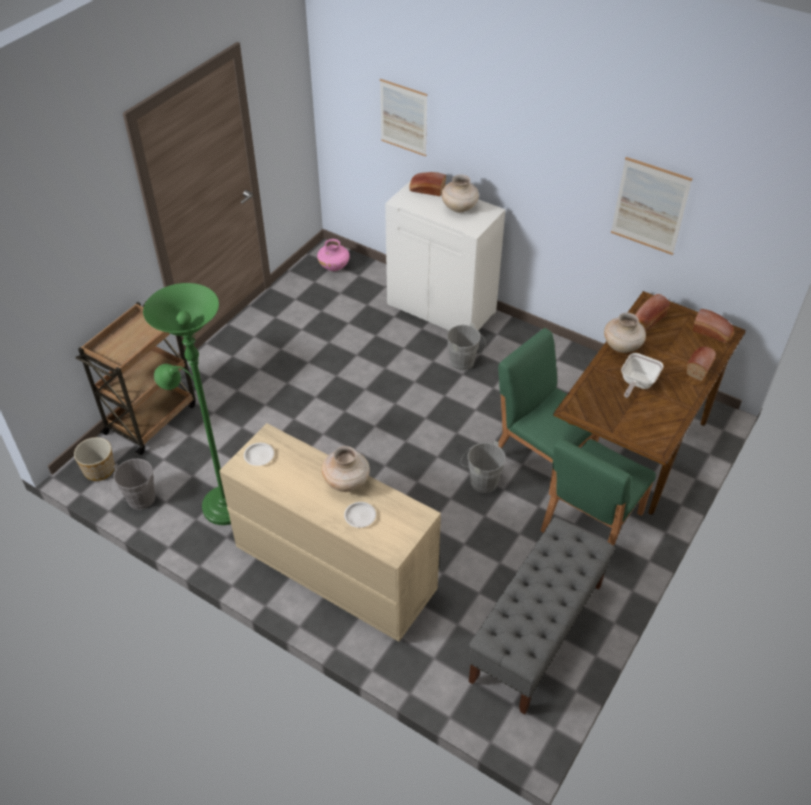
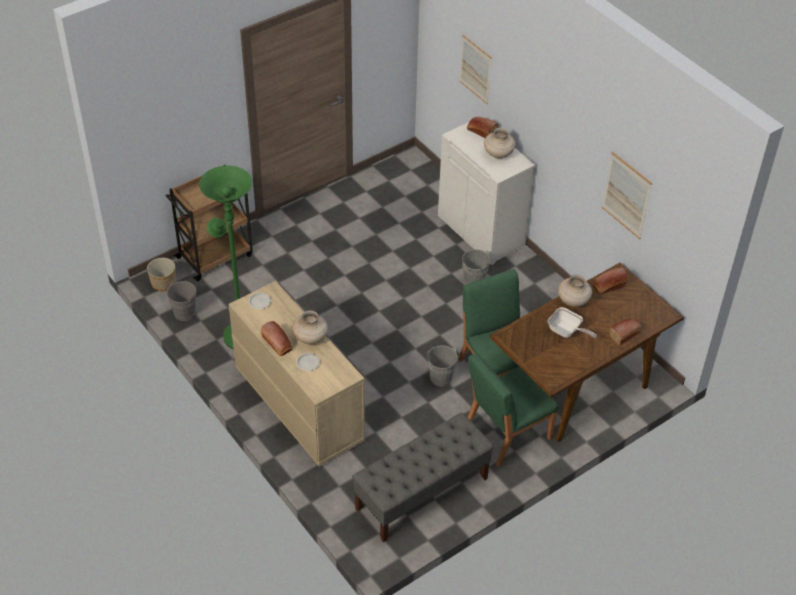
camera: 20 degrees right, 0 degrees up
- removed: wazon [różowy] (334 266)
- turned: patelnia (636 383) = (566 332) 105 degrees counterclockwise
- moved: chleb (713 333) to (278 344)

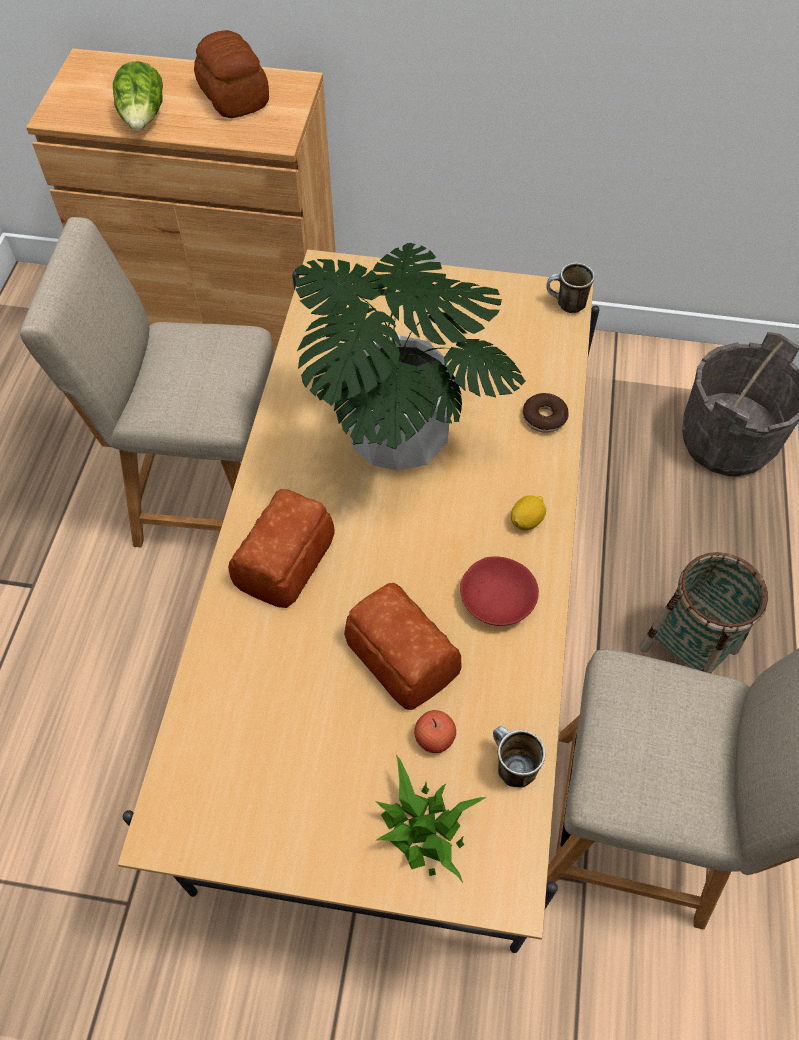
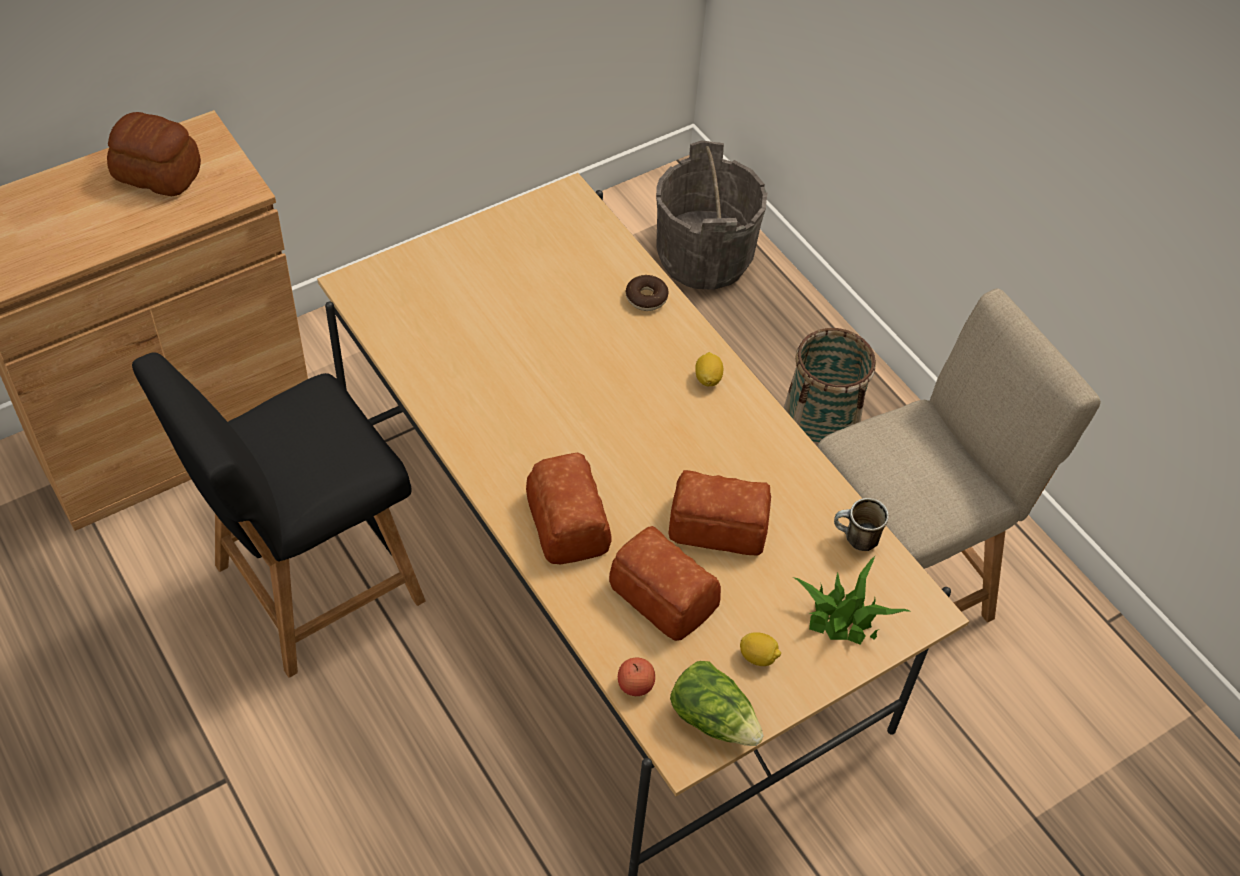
camera: 45 degrees left, 5 degrees down
- recoloured: krzesło [beżowy] (205 495) to krzesło [czarny] (309 588)
- moved: sałata (144 118) to (713 718)
- removed: roślina doniczkowa (399 435)
- moved: jabłko (434 738) to (635 685)
- removed: miska [czerwony] (497 598)
- removed: kubek (565 305)
- added: chleb (664 597)
- added: cytryna (758 657)

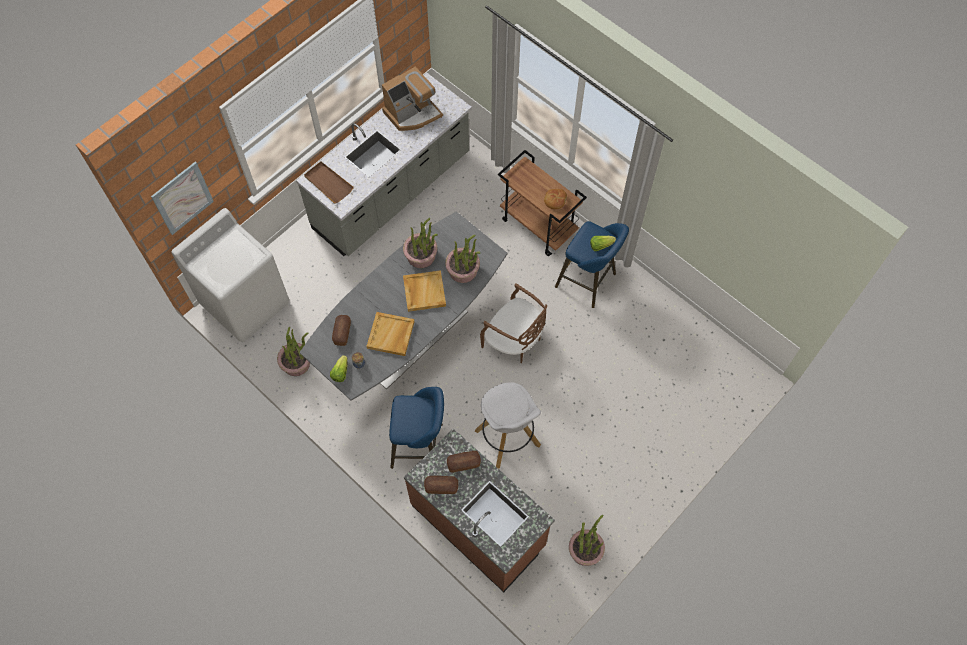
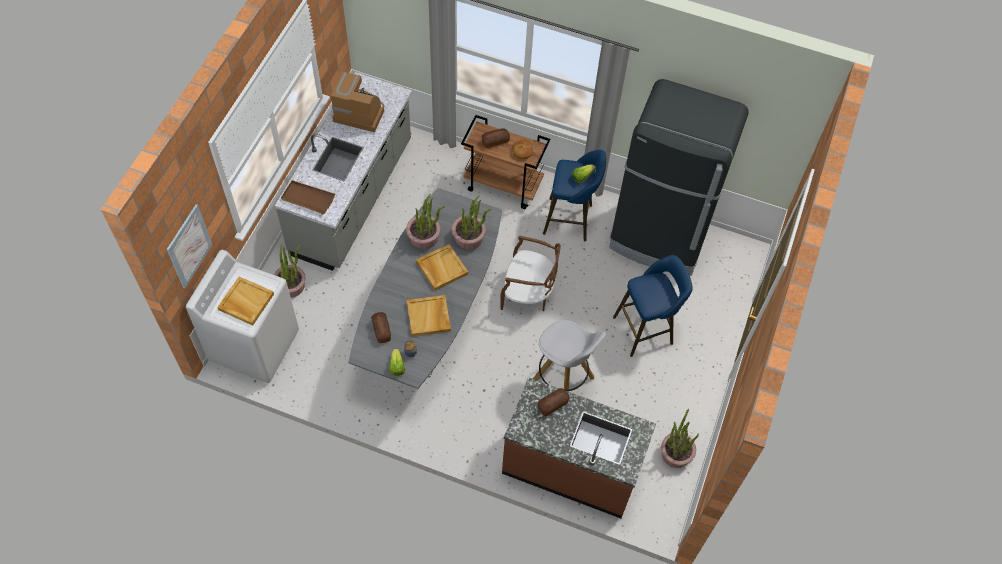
camera: 25 degrees left, 5 degrees down
- moved: roślina doniczkowa (296 363) to (291 286)
- turned: ekspres do kawy (412 113) = (359 112) 105 degrees counterclockwise
- moved: stołek [niebieski] (421 446) to (646 329)
- moved: chleb (441 487) to (495 141)
- added: taca [beżowy] (245 302)
- added: lodówka [czarny] (659 238)

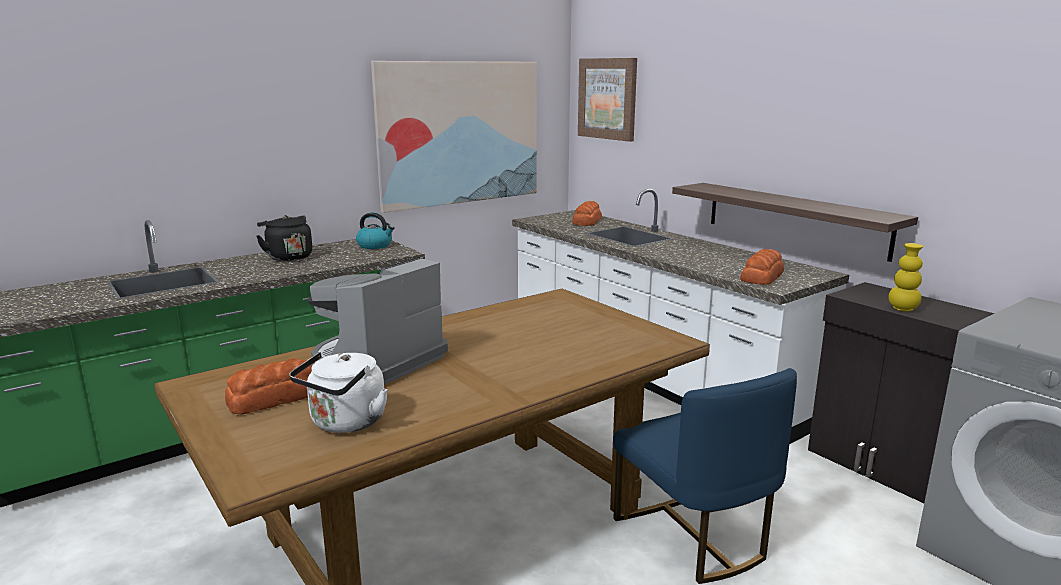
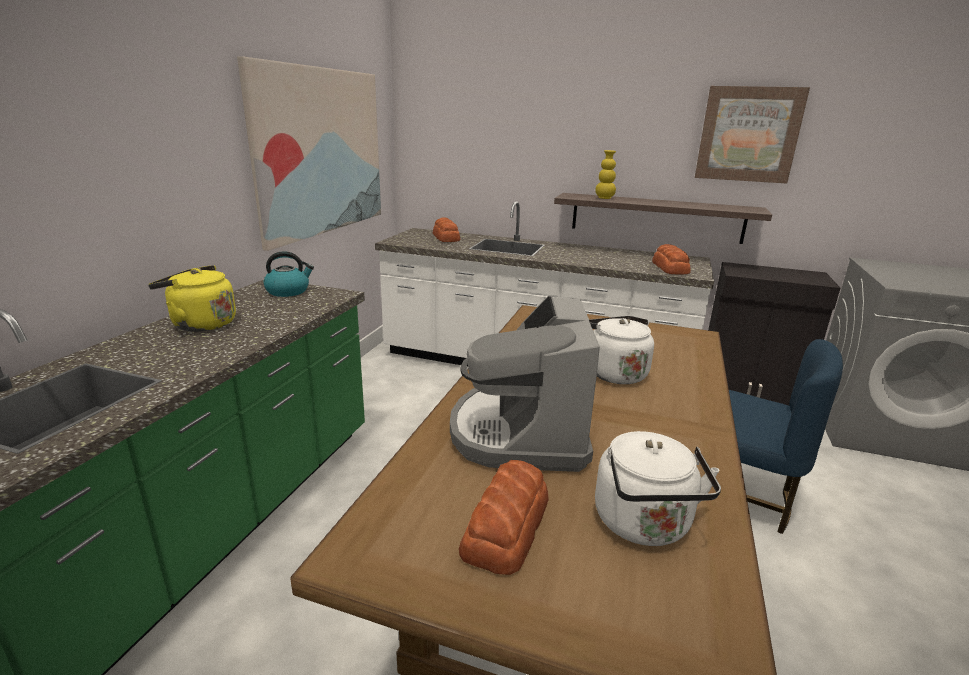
camera: 35 degrees left, 5 degrees up
- recoloured: czajnik [czarny] (288 257) to czajnik [żółty] (200 324)
- moved: obraz (607 98) to (748 134)
- moved: wazon [żółty] (902 309) to (604 198)
- added: czajnik [biały] (613 372)

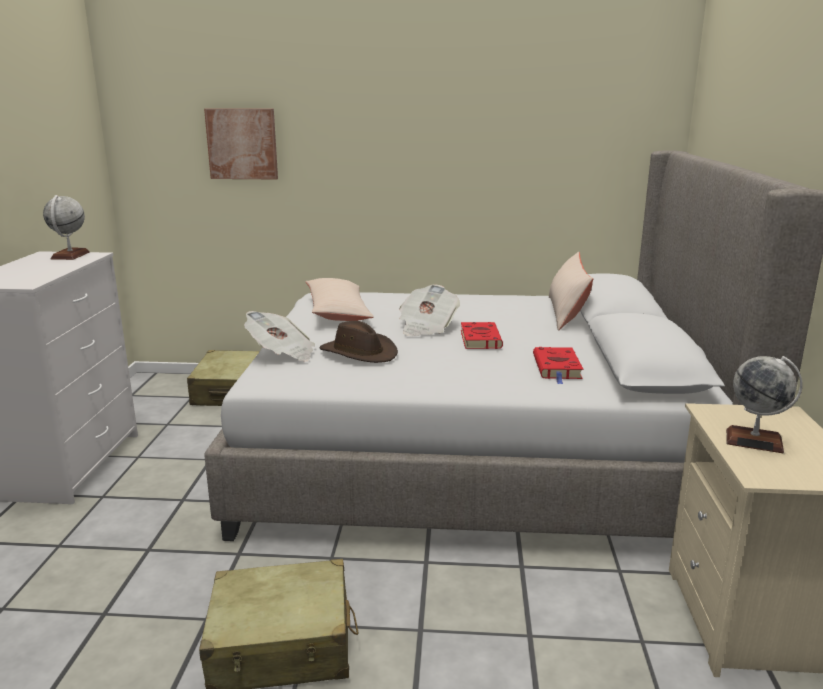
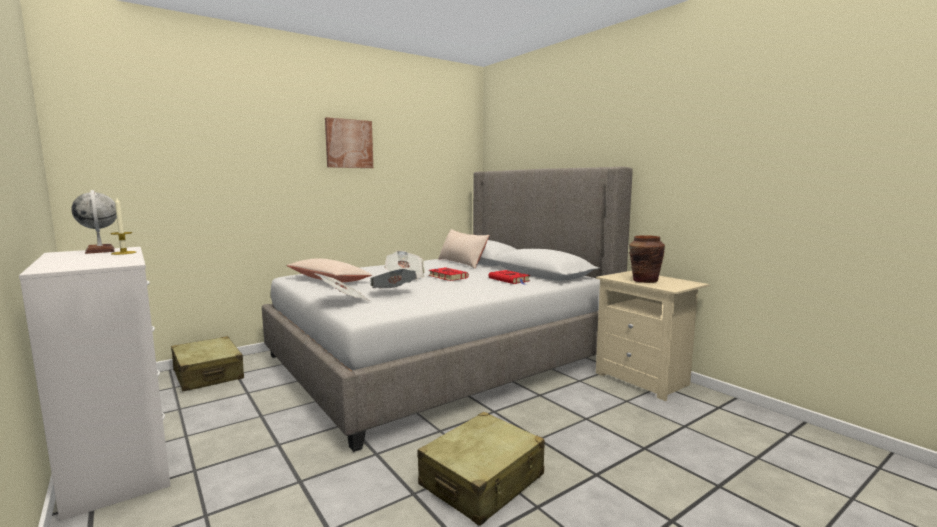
camera: 40 degrees left, 10 degrees down
- moved: obraz (242 144) to (349 143)
- replaced: kapelusz [brązowy] (359 353) to gazeta (393 293)
- replaced: globus (754 441) to wazon [brązowy] (644 281)
- added: świeca (123 253)

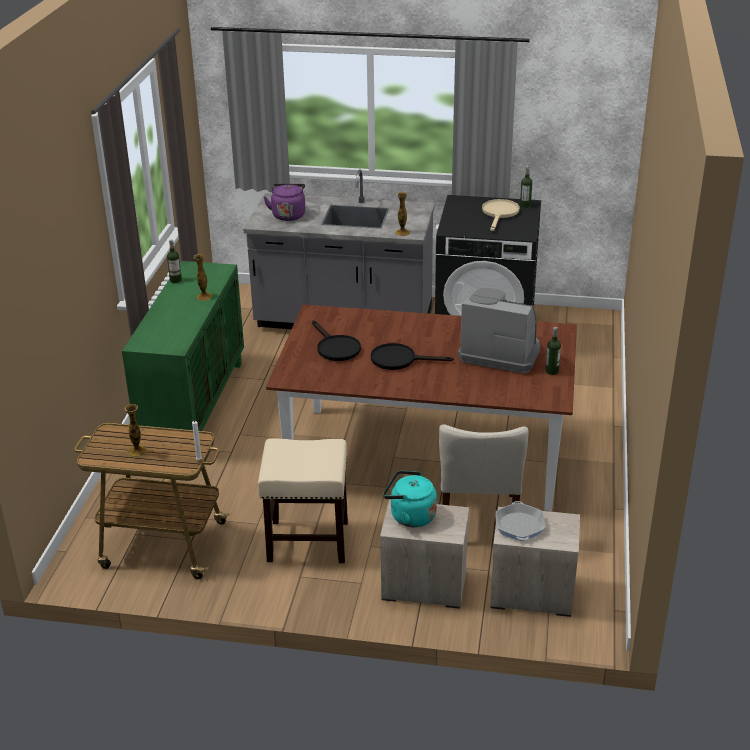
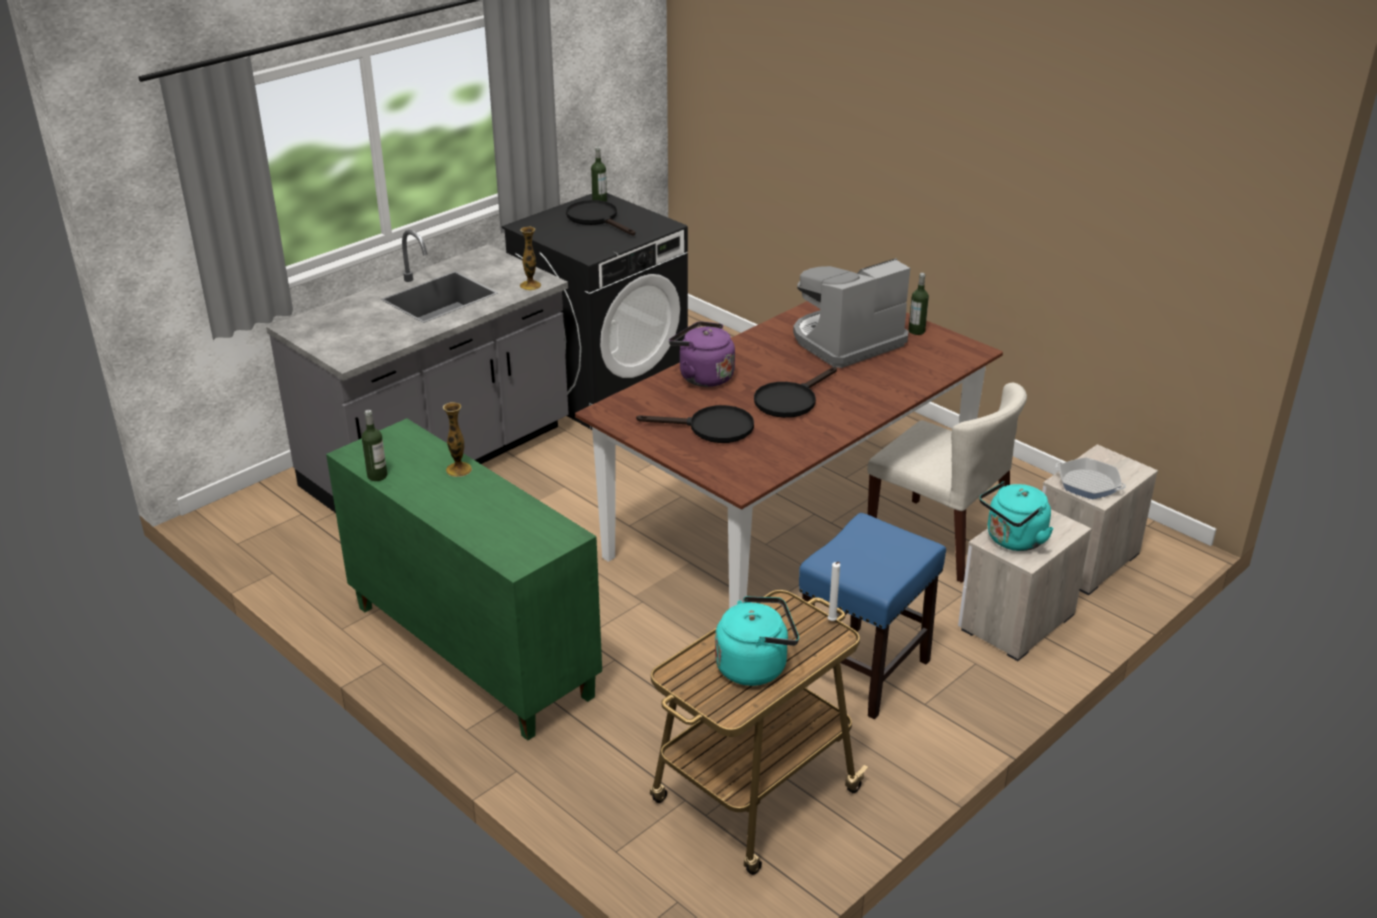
camera: 55 degrees left, 0 degrees up
- replaced: wazon (137 451) to czajnik [turkusowy] (755 666)
- recoloured: stołek [beżowy] (307 541) to stołek [niebieski] (863 672)
- moved: czajnik [fioletowy] (288 215) to (703 376)
- recoloured: patelnia [beżowy] (499 214) to patelnia [czarny] (597 219)

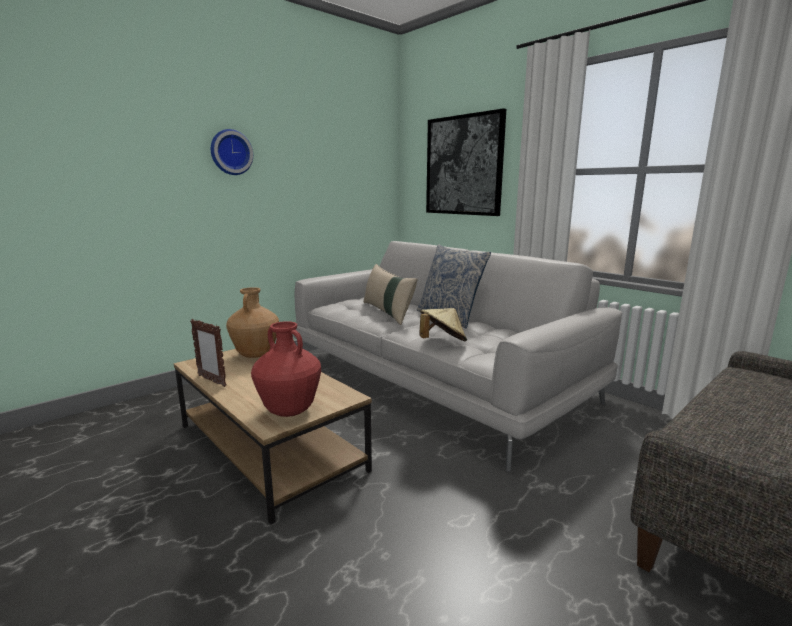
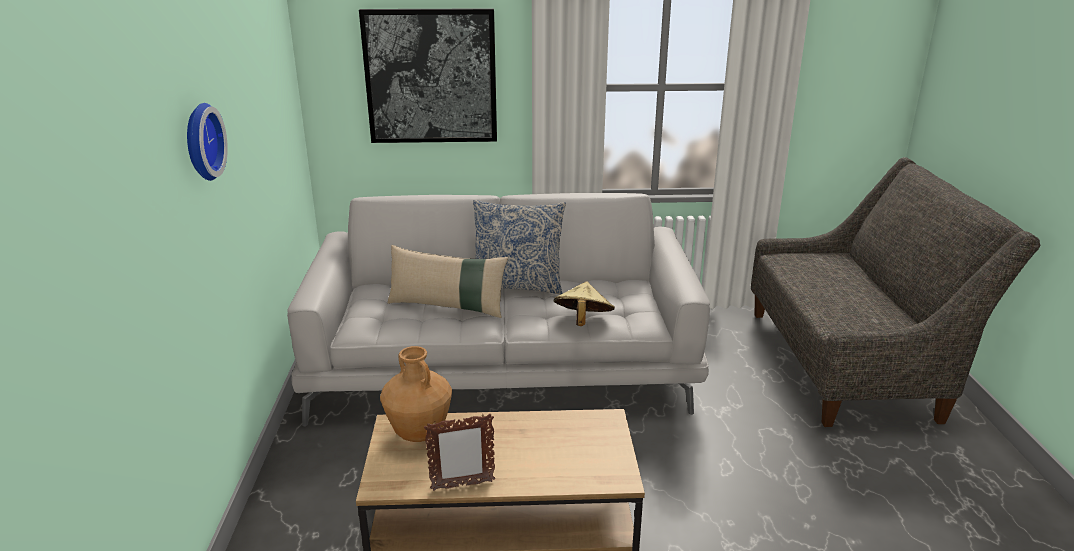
camera: 50 degrees left, 10 degrees up
- removed: wazon [czerwony] (290 411)

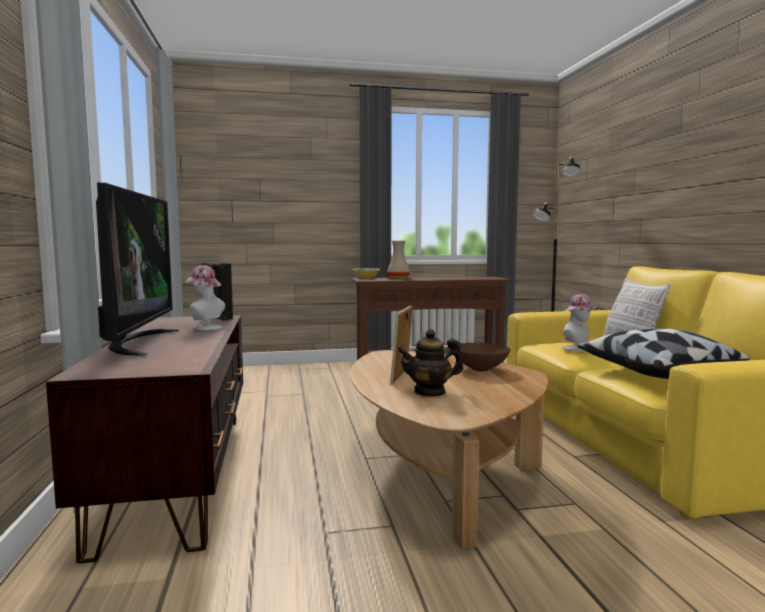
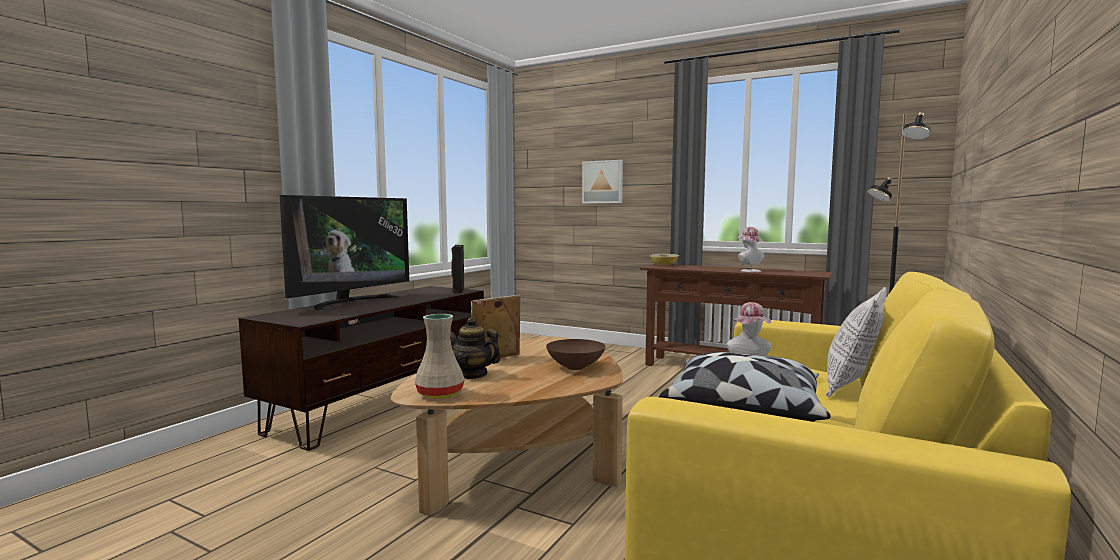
camera: 40 degrees right, 0 degrees up
- moved: kapelusz (205 327) to (748 270)
- moved: wazon [beżowy] (398 278) to (438 394)
- added: obraz (603 182)

